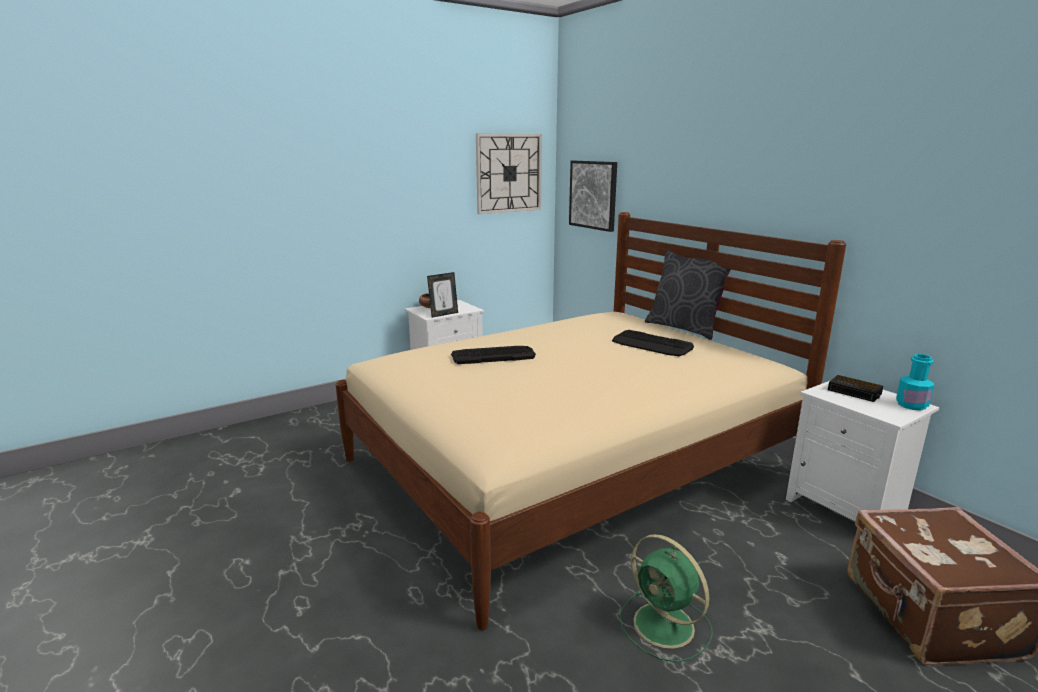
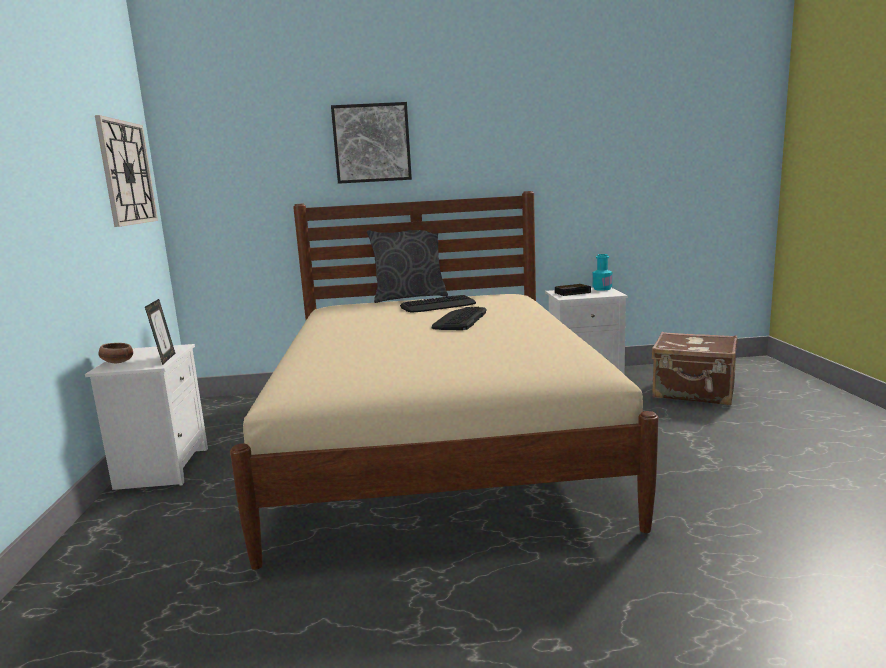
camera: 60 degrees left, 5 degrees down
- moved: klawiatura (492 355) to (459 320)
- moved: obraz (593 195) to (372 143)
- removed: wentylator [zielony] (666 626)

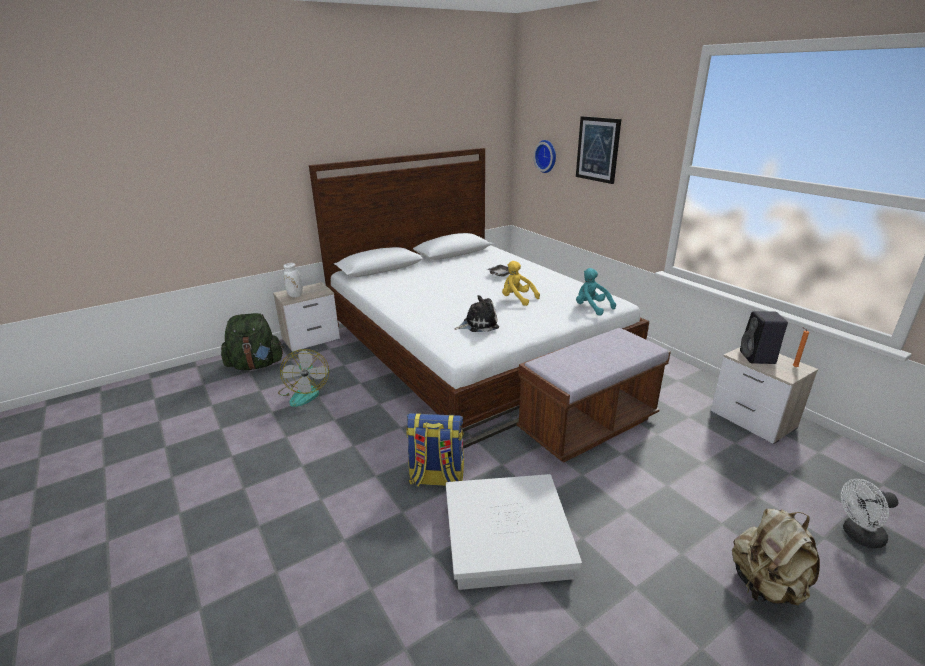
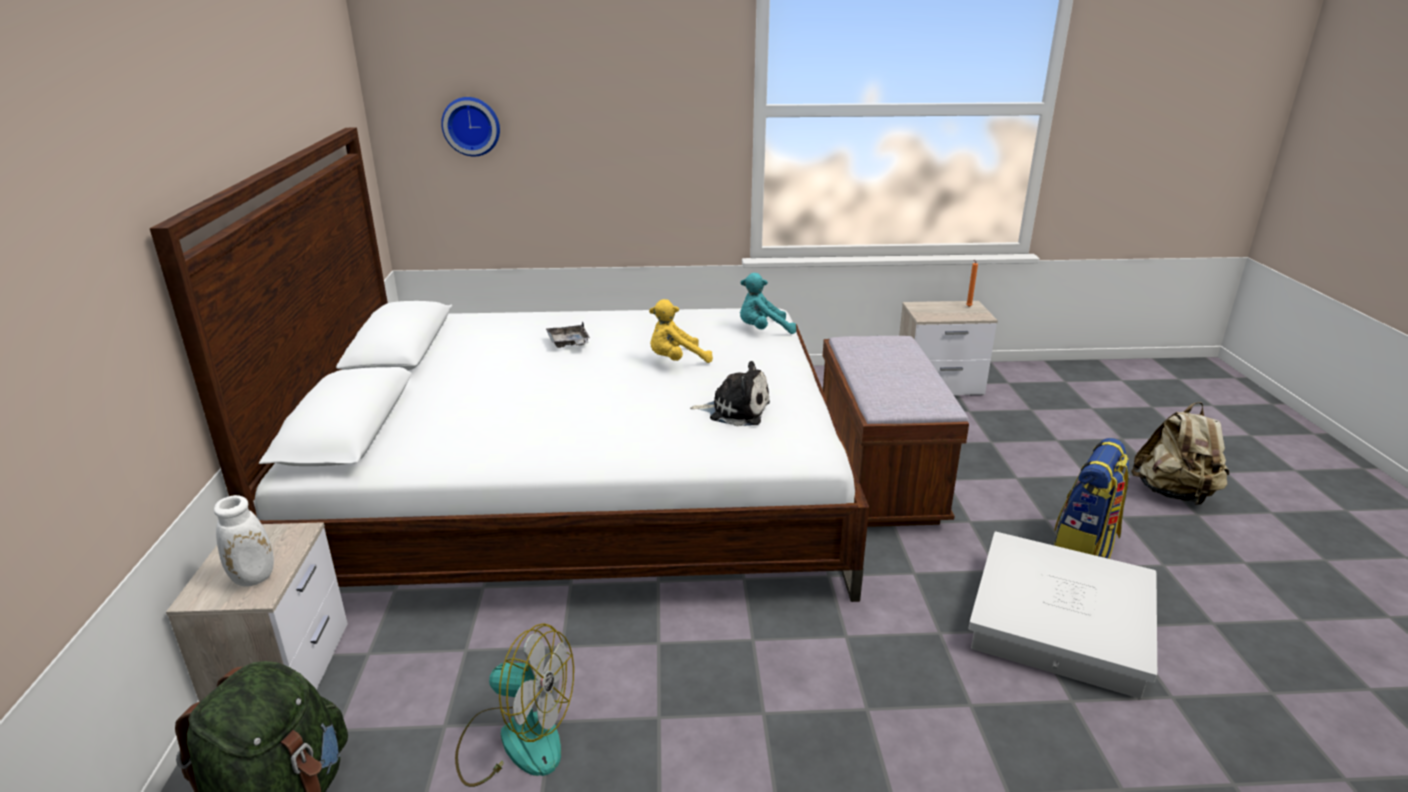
camera: 60 degrees left, 0 degrees up
- moved: plecak (436 478) to (1084 546)
- turned: pluszak (478 324) = (735 410) 90 degrees clockwise
- removed: obraz (598 149)
- removed: głośnik [czarny] (758 358)
- removed: wentylator [biały] (858 536)

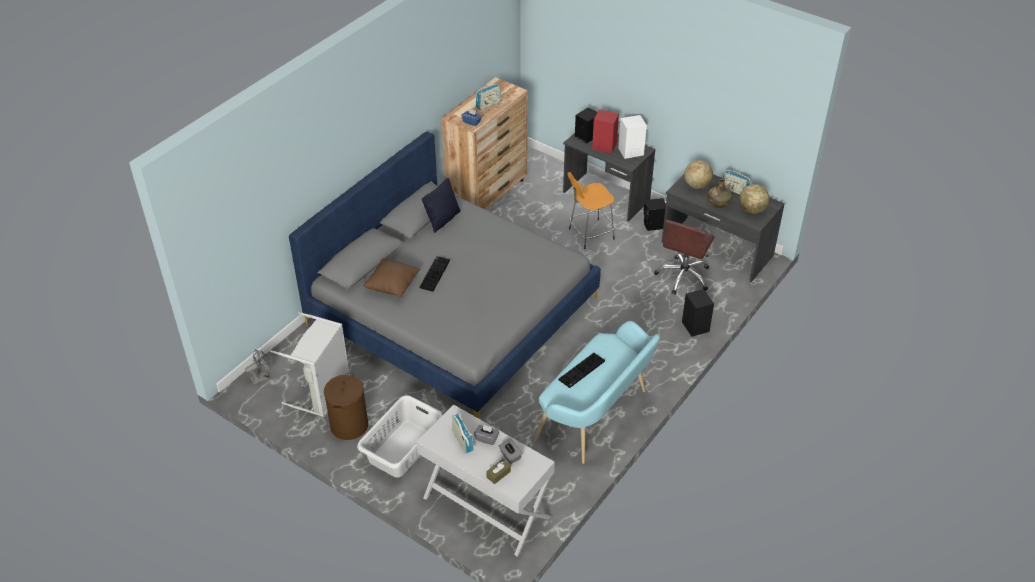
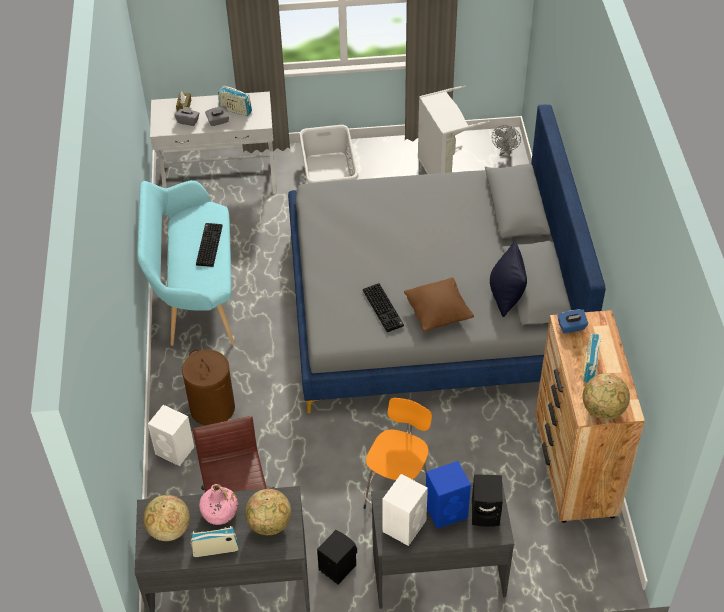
camera: 140 degrees right, 5 degrees up
- moved: kosz na pranie [brązowy] (349 425) to (213 408)
- moved: poduszka [brązowy] (392 286) to (438 314)
- moved: klawiatura (434 274) to (384 308)
- recoloured: głośnik [czerwony] (603 146) to głośnik [niebieski] (447 511)
- recoloured: głośnik [czarny] (695 326) to głośnik [biały] (175 451)
- recoloured: butelka [zielony] (718 202) to butelka [różowy] (220 512)
- added: globus (603 410)

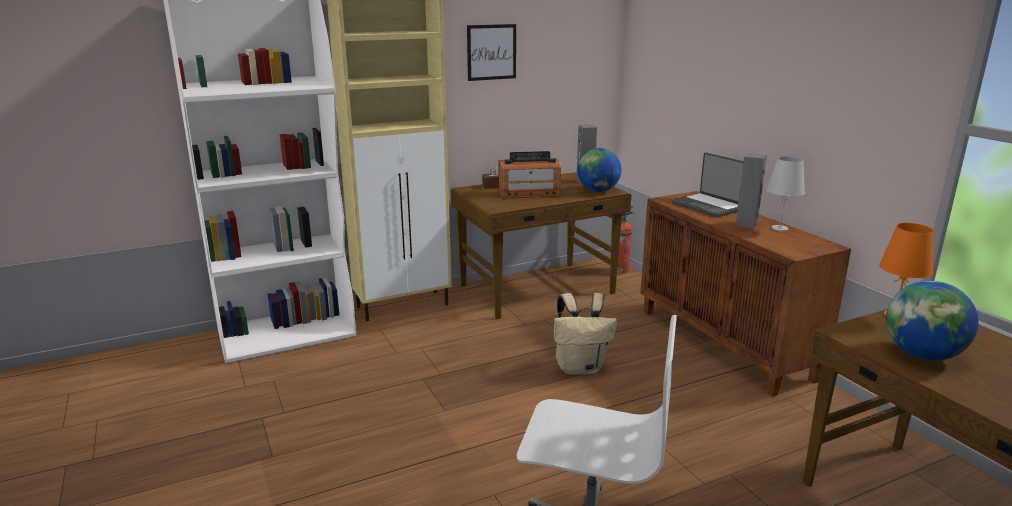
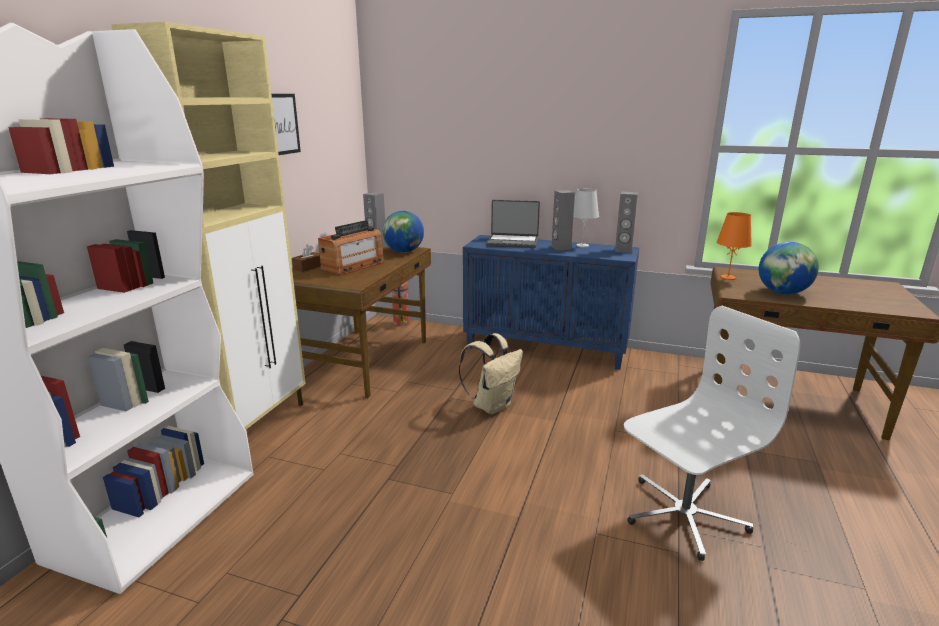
camera: 45 degrees left, 0 degrees up
- recoloured: szafka [brązowy] (725 344) to szafka [niebieski] (546 348)
- added: głośnik [szary] (623 250)

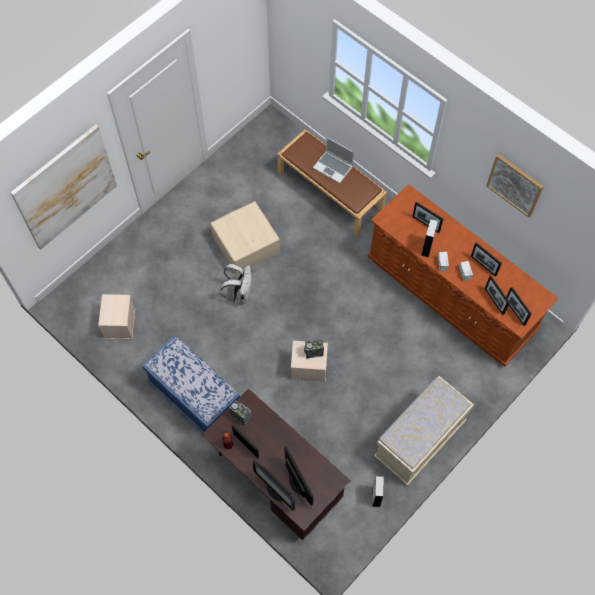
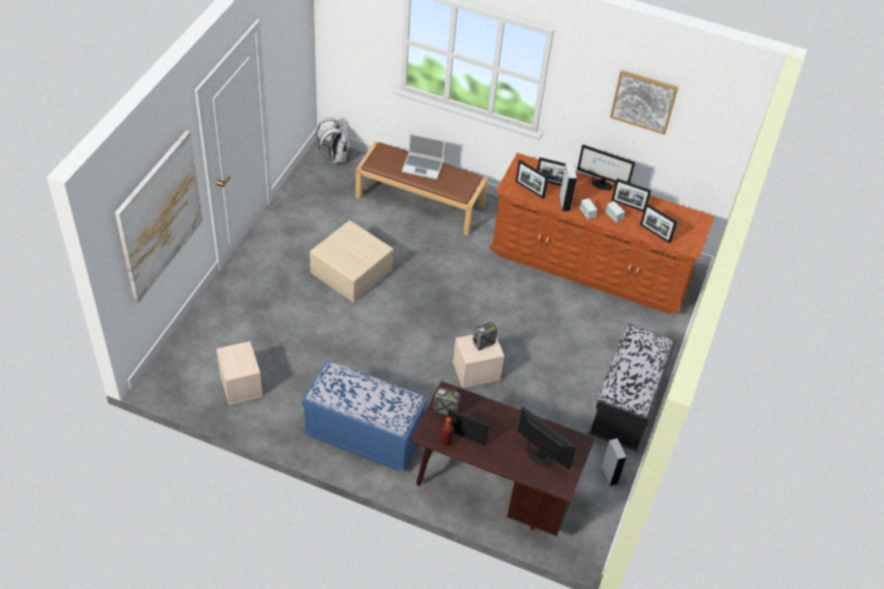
camera: 25 degrees left, 15 degrees down
- moved: plecak [biały] (240 294) to (335 157)
- moved: monitor (275 491) to (601 185)
- recoloured: ławka [beżowy] (419 440) to ławka [czarny] (626 407)
- moved: ramka na zdjęcie (515 312) to (530 189)

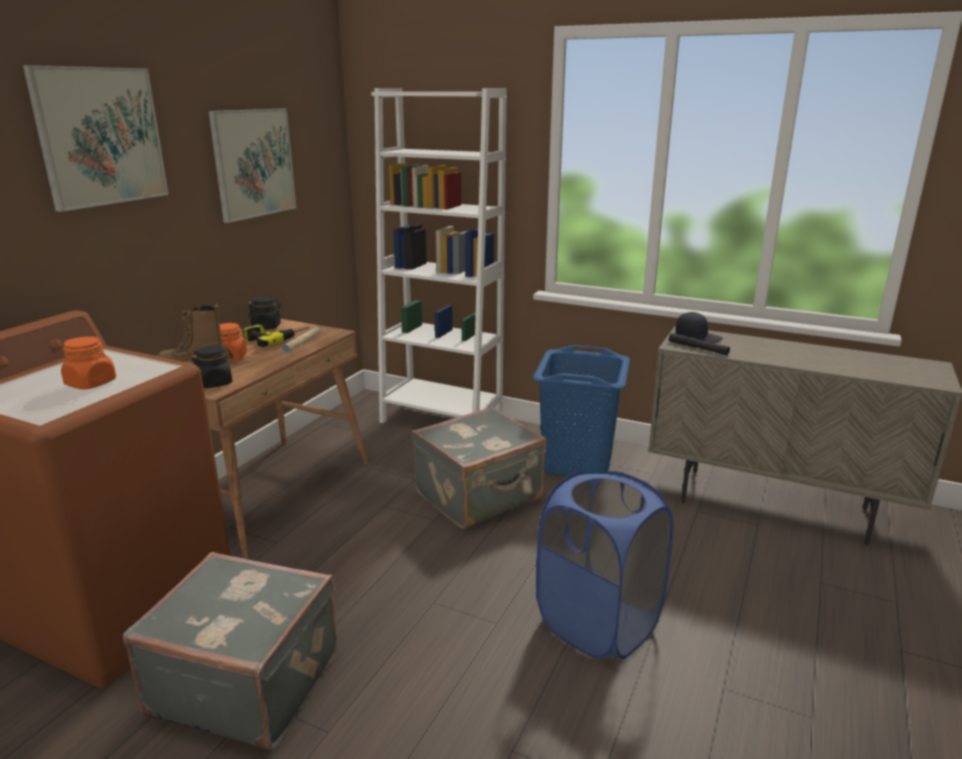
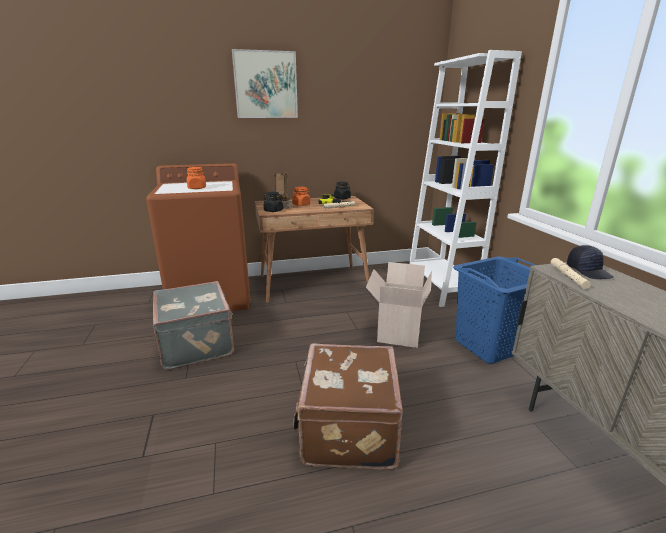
camera: 50 degrees right, 0 degrees up
- removed: obraz (253 163)
- replaced: walizka [szary] (480 497) to karton (397 332)
- replaced: kosz na pranie [niebieski] (598 624) to walizka [brązowy] (347 429)
- recoloured: latarka [czarny] (698 348) to latarka [beżowy] (568 276)

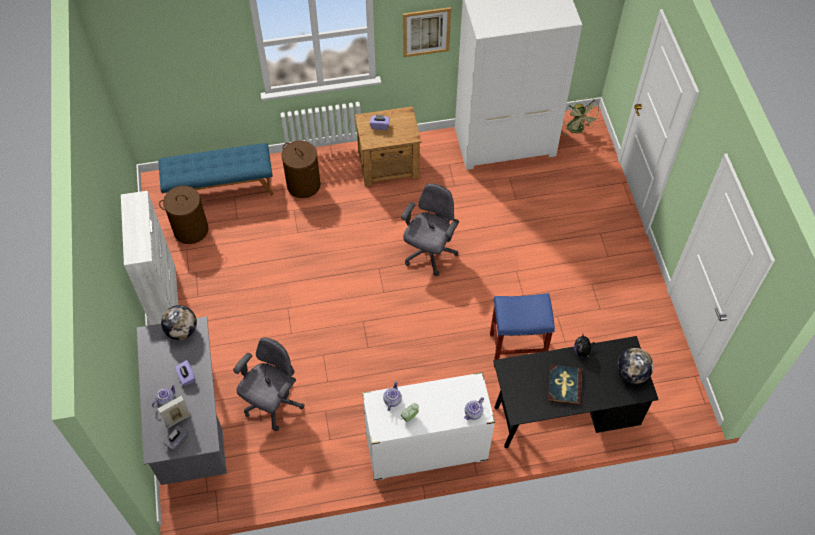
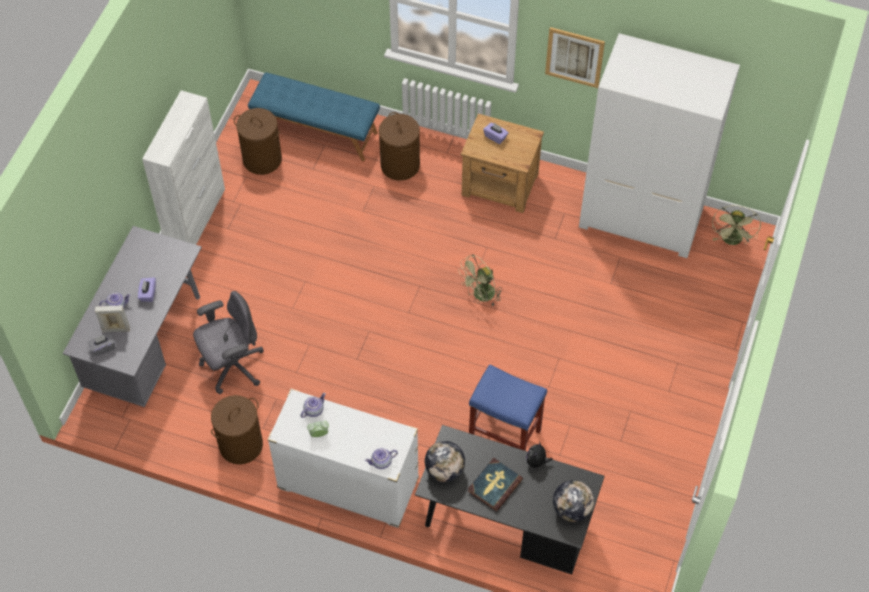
camera: 30 degrees right, 0 degrees up
- moved: globus (182 330) to (444 470)
- replaced: krzesło biurowe [szary] (429 253) to wentylator [zielony] (480 296)
- added: kosz na pranie [brązowy] (240 445)

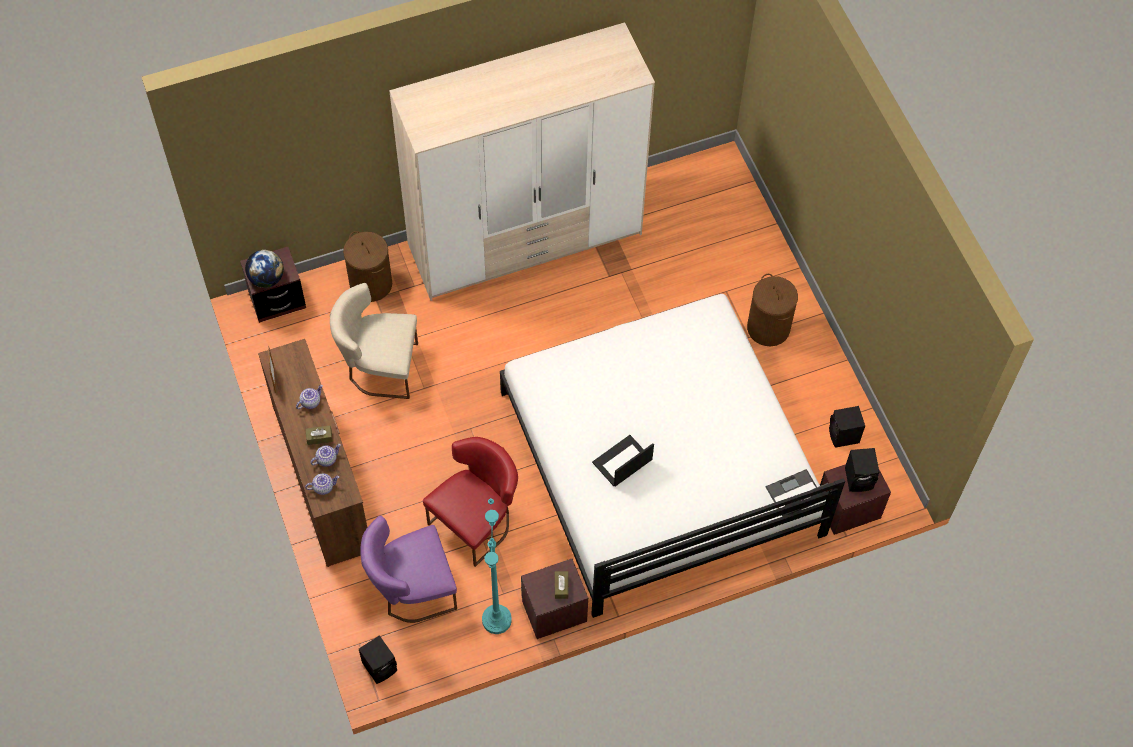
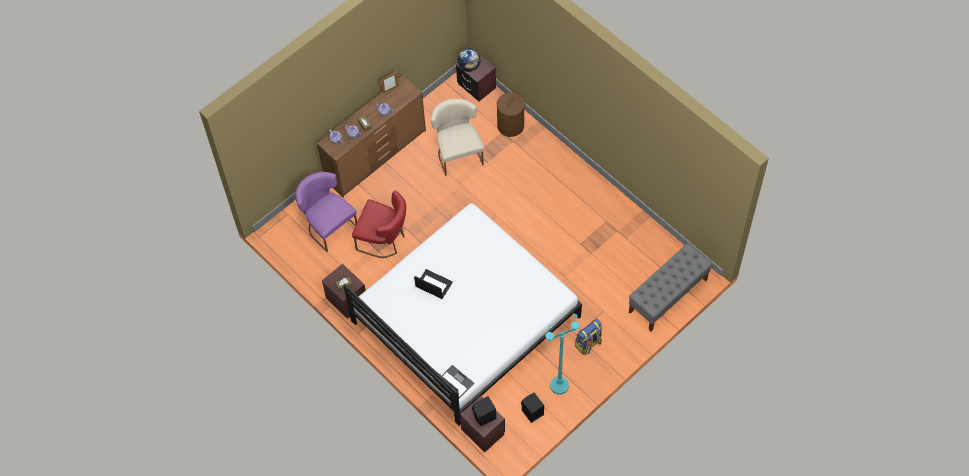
camera: 70 degrees right, 0 degrees up
- removed: głośnik [czarny] (381 666)
- removed: szafa (525 240)
- moved: lampa stojąca [turkusowy] (497 620) to (559 386)
- replaced: kosz na pranie [brązowy] (768 328) to plecak (588 344)
- added: ławka [szary] (667 296)

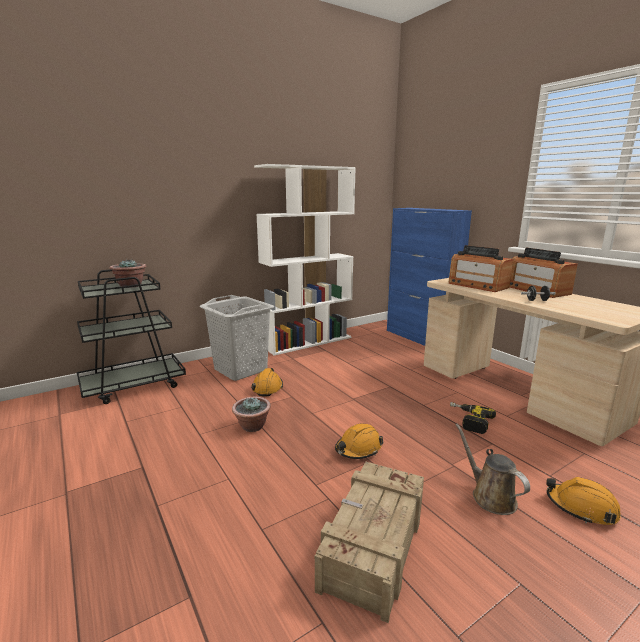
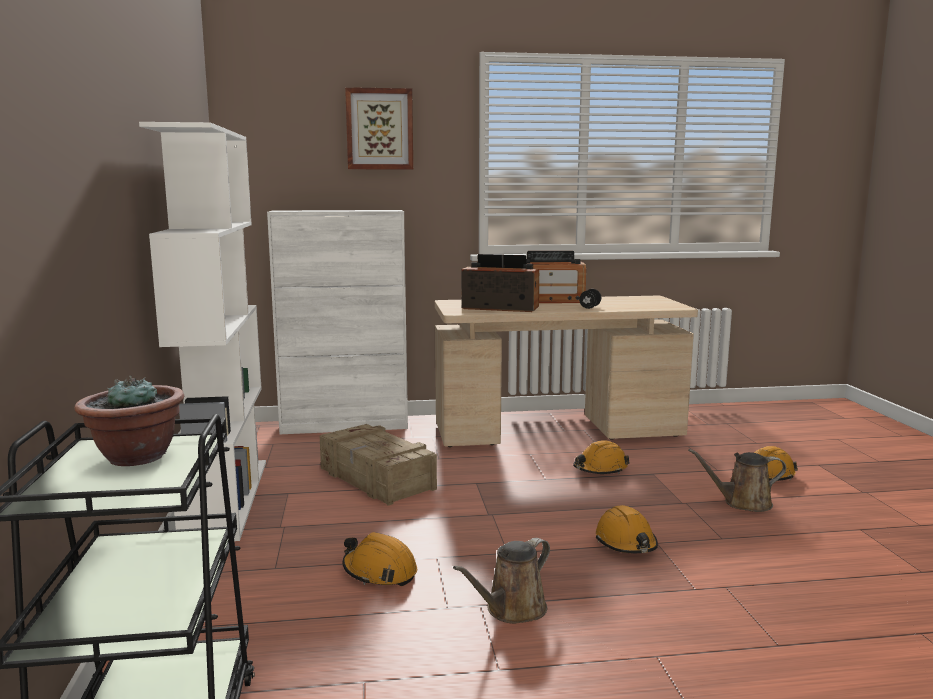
camera: 65 degrees left, 5 degrees down
- removed: kosz na pranie [szary] (241 369)
- replaced: roślina doniczkowa (252 426) to konewka [brązowy] (512 610)
- moved: skrzynka (372 546) to (376 479)
- recoloured: szafka [niebieski] (420 338) to szafka [biały] (345 425)
- turned: radio (477 285) = (500 308) 150 degrees counterclockwise
- replaced: wiertarka (468 421) to kask [pomarańczowy] (600 469)
- added: obraz (379 129)

